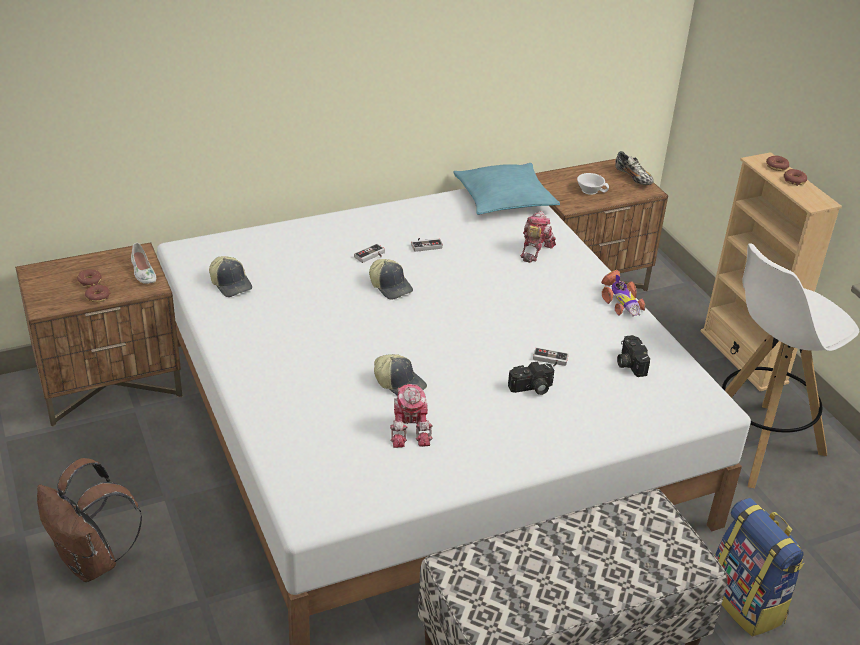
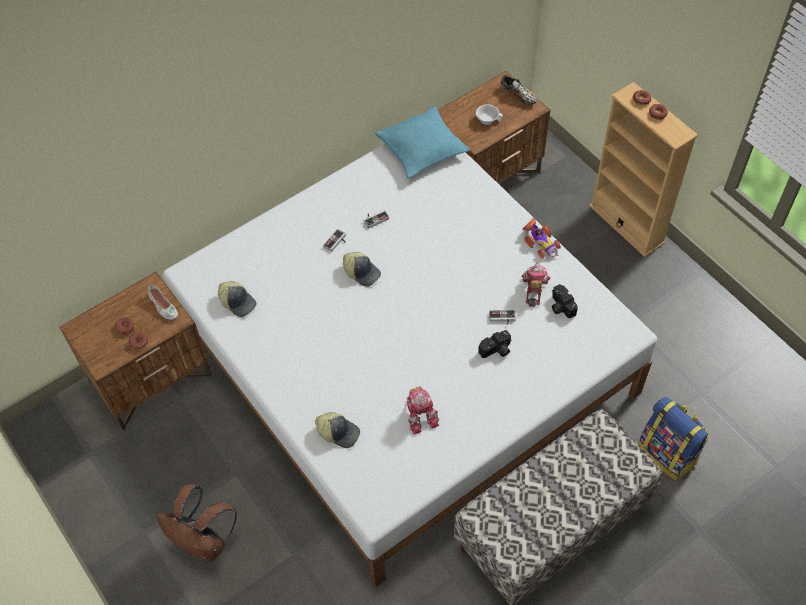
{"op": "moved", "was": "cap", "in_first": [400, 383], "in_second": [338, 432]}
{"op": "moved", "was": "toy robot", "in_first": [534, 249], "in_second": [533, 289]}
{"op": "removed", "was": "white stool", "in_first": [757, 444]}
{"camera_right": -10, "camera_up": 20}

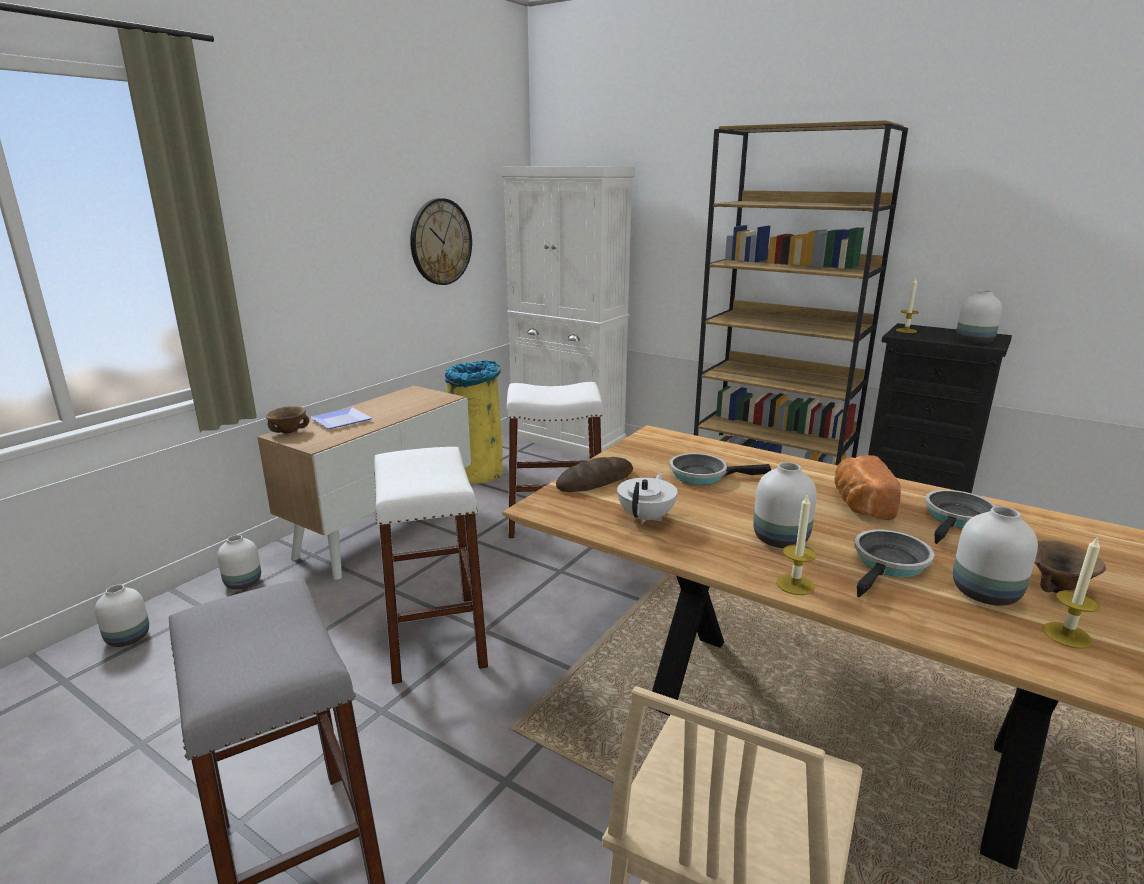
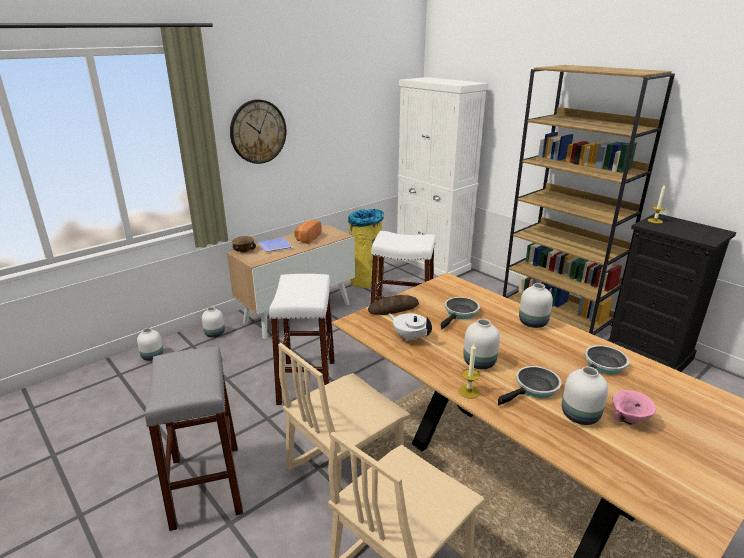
{"op": "moved", "was": "wall clock", "in_first": [440, 242], "in_second": [258, 132]}
{"op": "turned", "was": "white teapot", "in_first": [647, 517], "in_second": [409, 337], "clockwise": -90}
{"op": "turned", "was": "frying pan", "in_first": [703, 475], "in_second": [460, 313], "clockwise": 105}
{"op": "moved", "was": "bread", "in_first": [859, 504], "in_second": [307, 238]}
{"op": "moved", "was": "white vase", "in_first": [973, 341], "in_second": [532, 322]}
{"op": "recoloured", "was": "brown bowl", "now": "pink bowl", "in_first": [1057, 587], "in_second": [629, 420]}
{"op": "removed", "was": "candle", "in_first": [1067, 635]}
{"op": "added", "now": "beige chair", "in_second": [344, 470]}
{"camera_right": 15, "camera_up": 5}

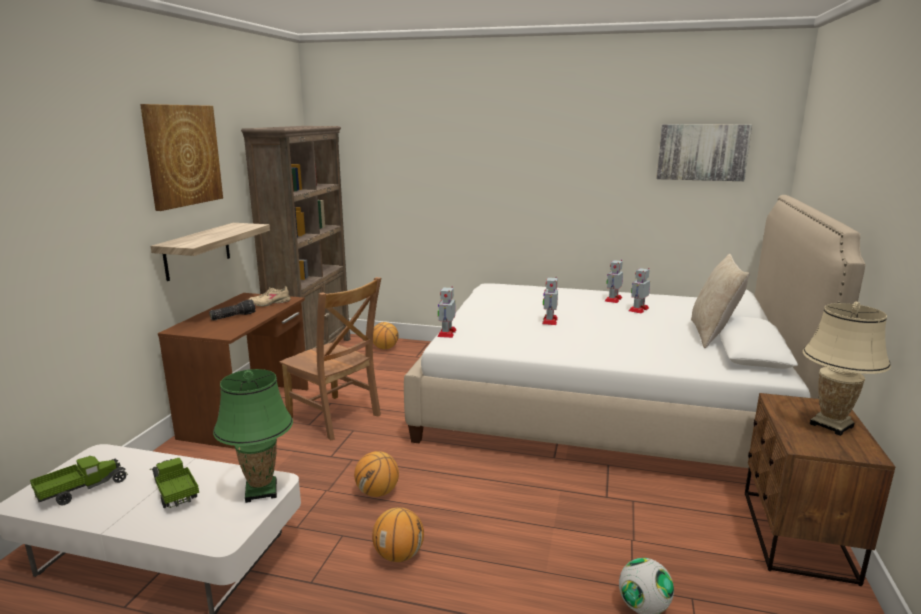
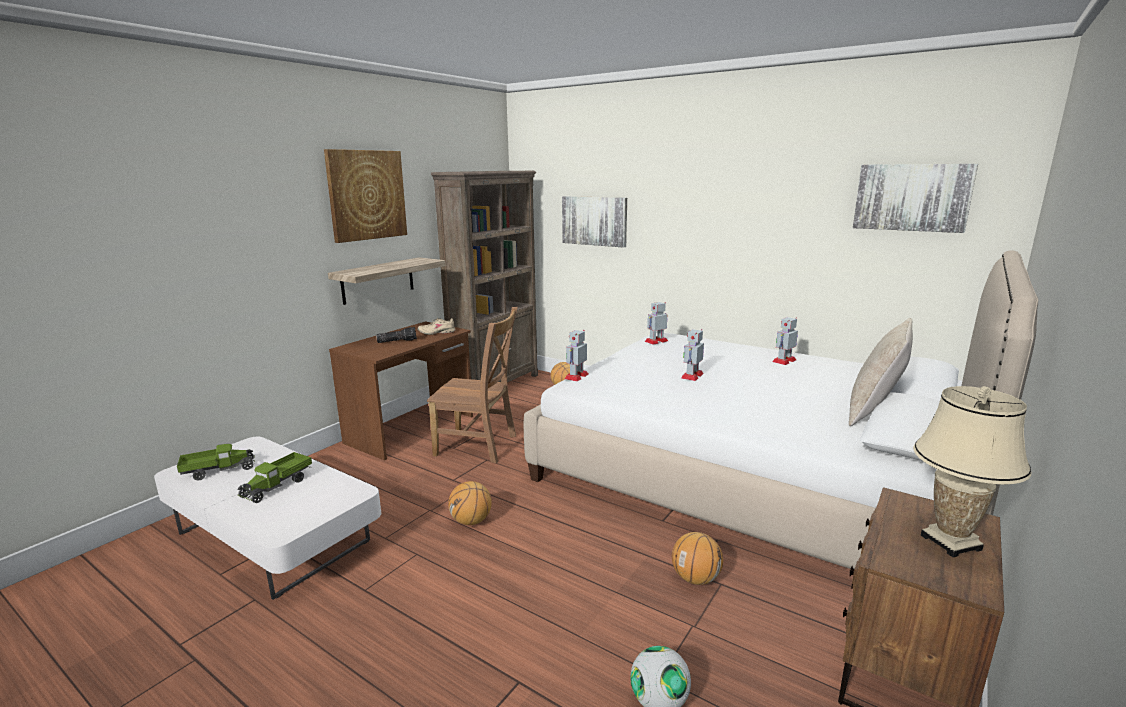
{"op": "turned", "was": "toy truck", "in_first": [175, 492], "in_second": [278, 486], "clockwise": -135}
{"op": "removed", "was": "green table lamp", "in_first": [261, 491]}
{"op": "turned", "was": "brown chair", "in_first": [336, 418], "in_second": [479, 446], "clockwise": -45}
{"op": "moved", "was": "basketball", "in_first": [399, 555], "in_second": [695, 578]}
{"op": "moved", "was": "toy robot", "in_first": [638, 309], "in_second": [656, 341]}
{"op": "added", "now": "picture", "in_second": [594, 221]}
{"camera_right": 20, "camera_up": 0}

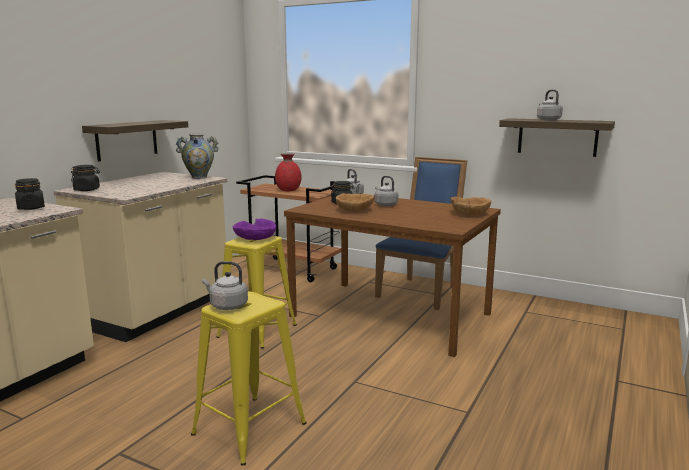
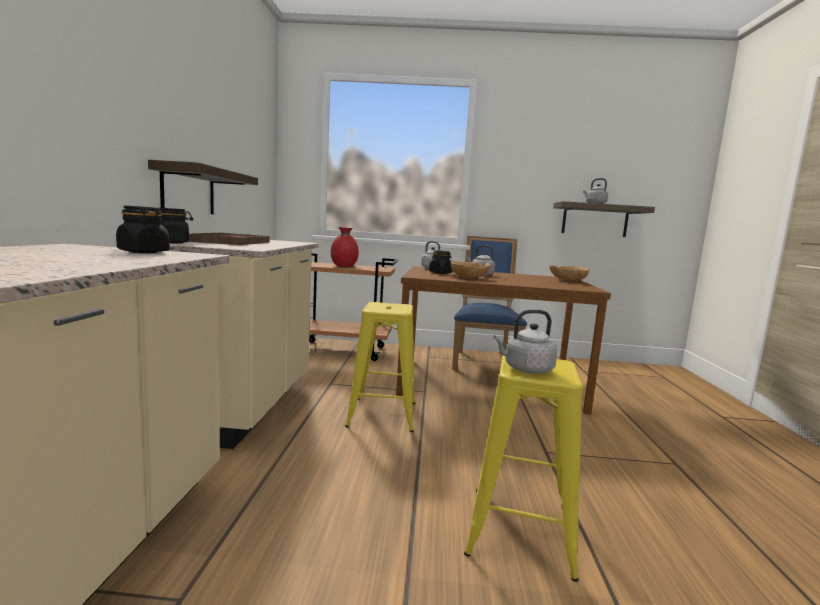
{"op": "removed", "was": "vase", "in_first": [199, 177]}
{"op": "removed", "was": "purple bowl", "in_first": [256, 238]}
{"op": "added", "now": "brown tray", "in_second": [229, 242]}
{"camera_right": -25, "camera_up": -5}

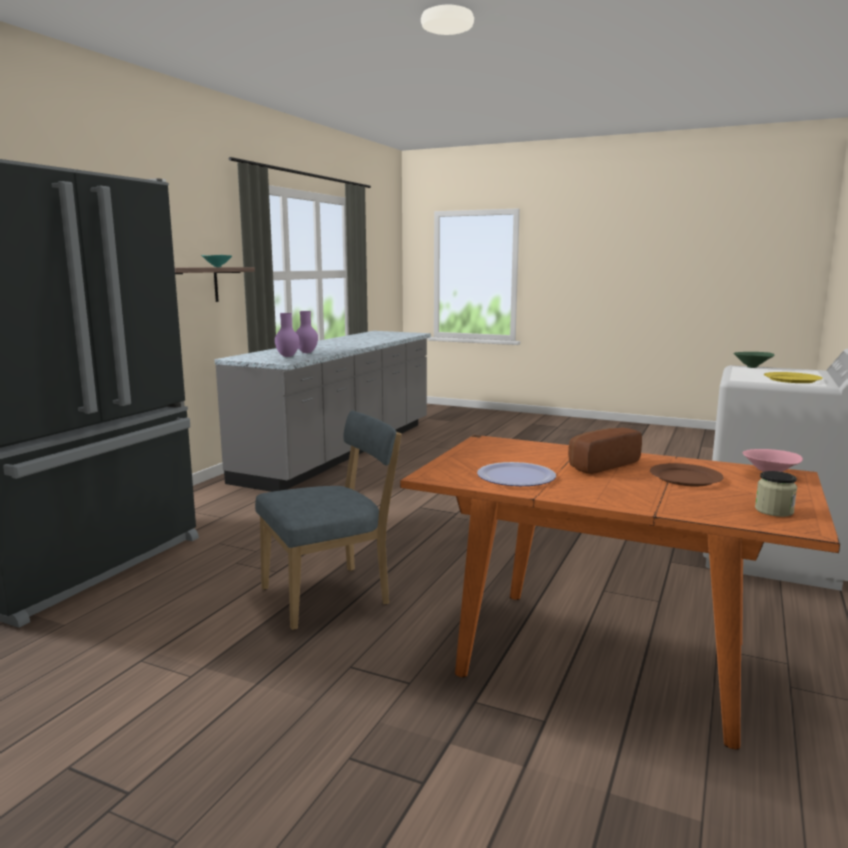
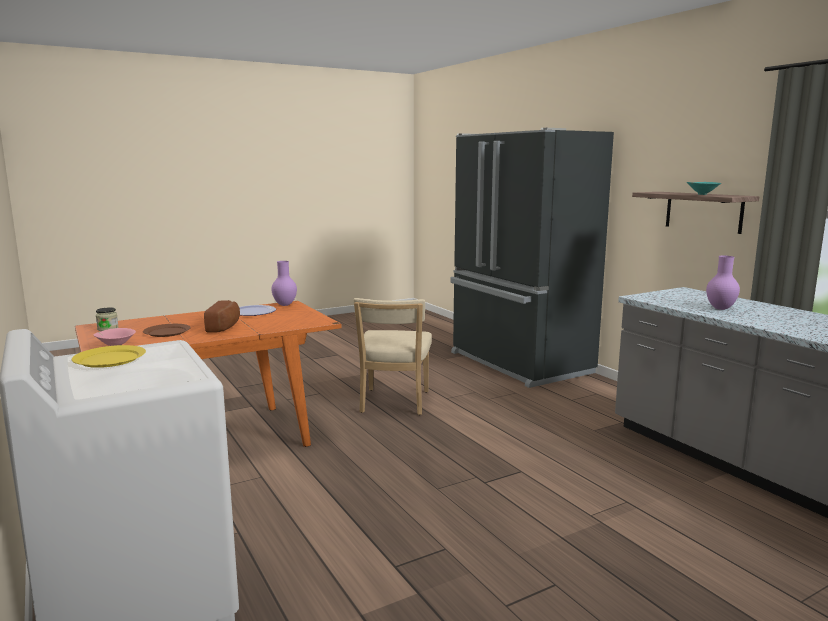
{"op": "recoloured", "was": "blue chair", "now": "beige chair", "in_first": [331, 595], "in_second": [393, 403]}
{"op": "moved", "was": "purple vase", "in_first": [288, 356], "in_second": [284, 305]}
{"op": "removed", "was": "green bowl", "in_first": [753, 367]}
{"camera_right": 125, "camera_up": 0}

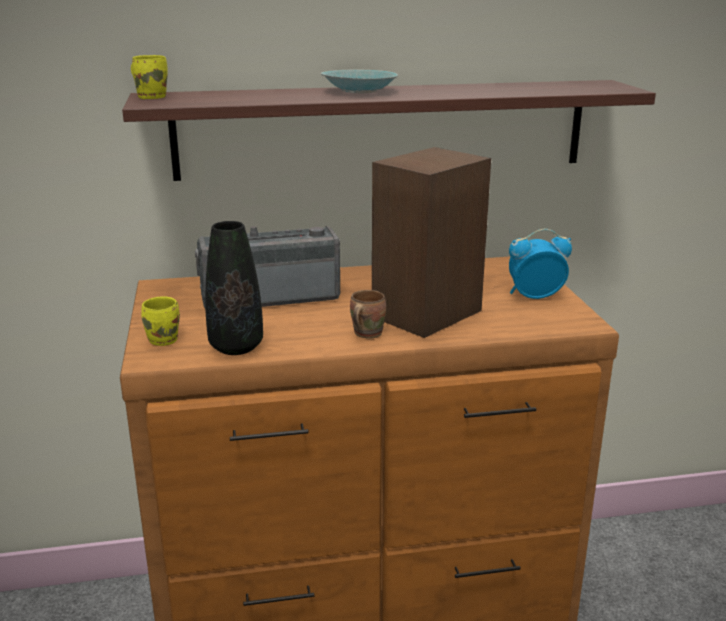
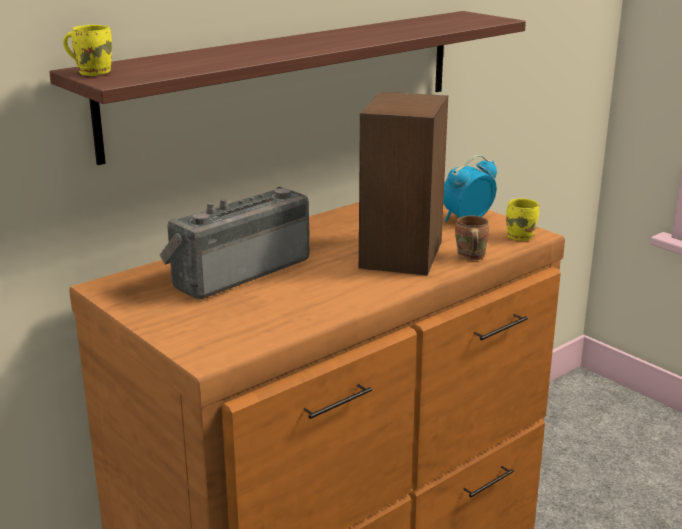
{"op": "moved", "was": "yellow mug", "in_first": [166, 340], "in_second": [521, 236]}
{"op": "removed", "was": "black vase", "in_first": [236, 347]}
{"op": "removed", "was": "turquoise bowl", "in_first": [358, 91]}
{"op": "moved", "was": "brown mug", "in_first": [365, 333], "in_second": [469, 257]}
{"camera_right": -30, "camera_up": 0}

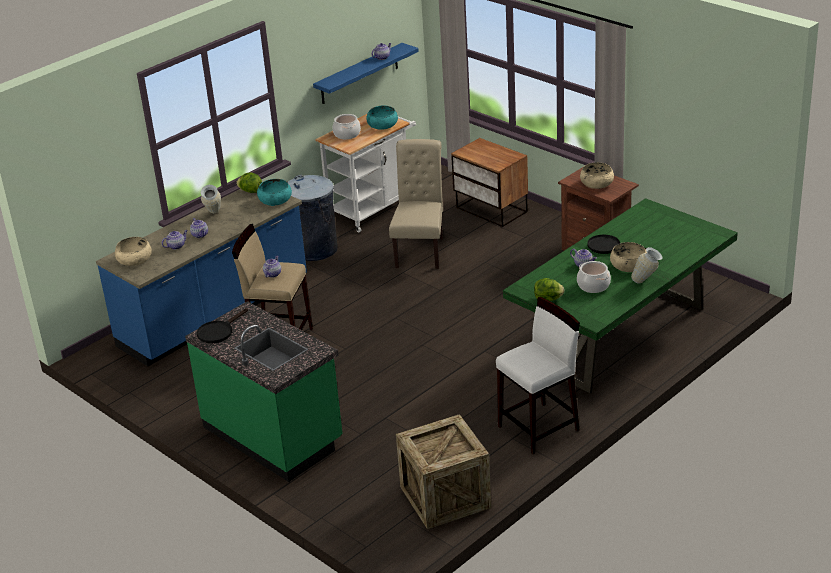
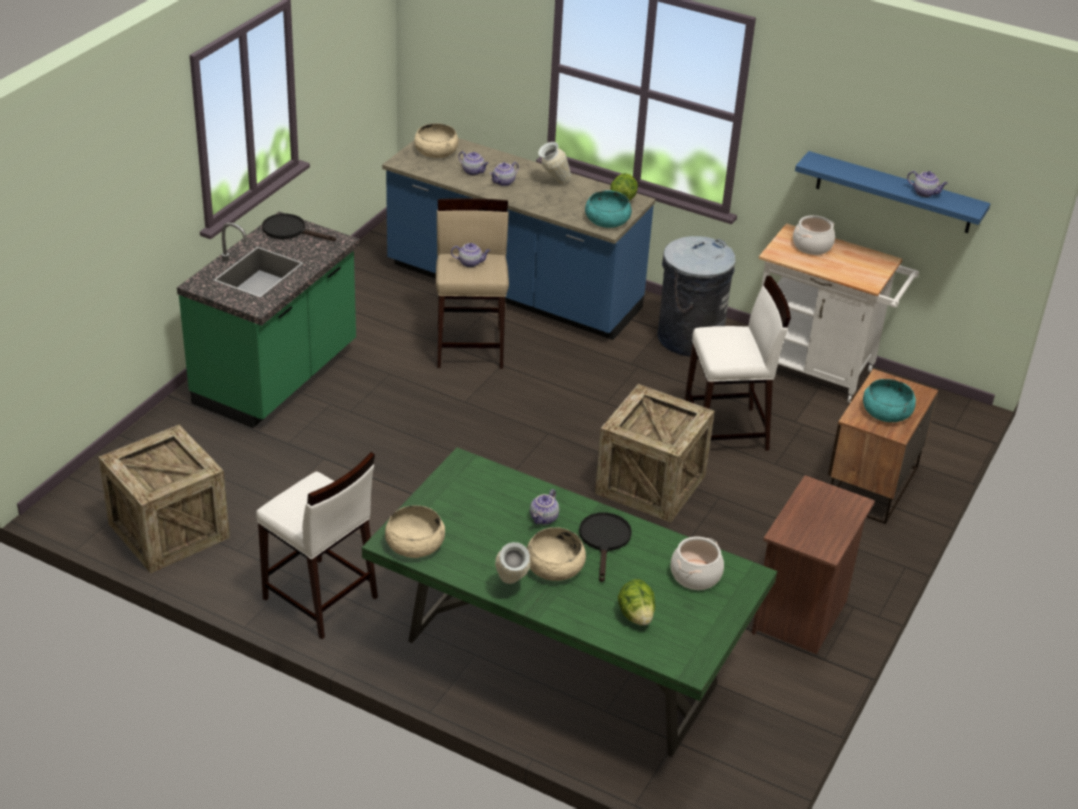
{"op": "moved", "was": "turquoise bowl", "in_first": [382, 125], "in_second": [886, 411]}
{"op": "replaced", "was": "beige chair", "now": "white stool", "in_first": [421, 250], "in_second": [726, 431]}
{"op": "moved", "was": "lettuce", "in_first": [548, 299], "in_second": [636, 615]}
{"op": "moved", "was": "cooking pot", "in_first": [593, 285], "in_second": [695, 575]}
{"op": "moved", "was": "beige bowl", "in_first": [596, 183], "in_second": [415, 543]}
{"op": "added", "now": "crate", "in_second": [650, 484]}
{"camera_right": 70, "camera_up": 5}

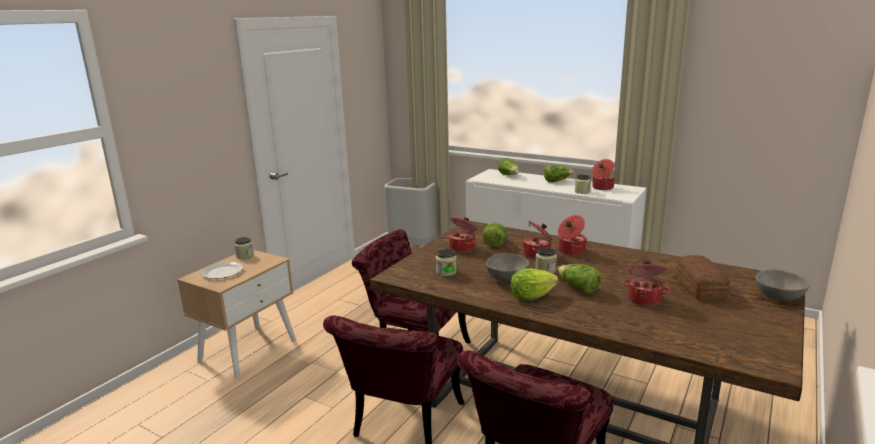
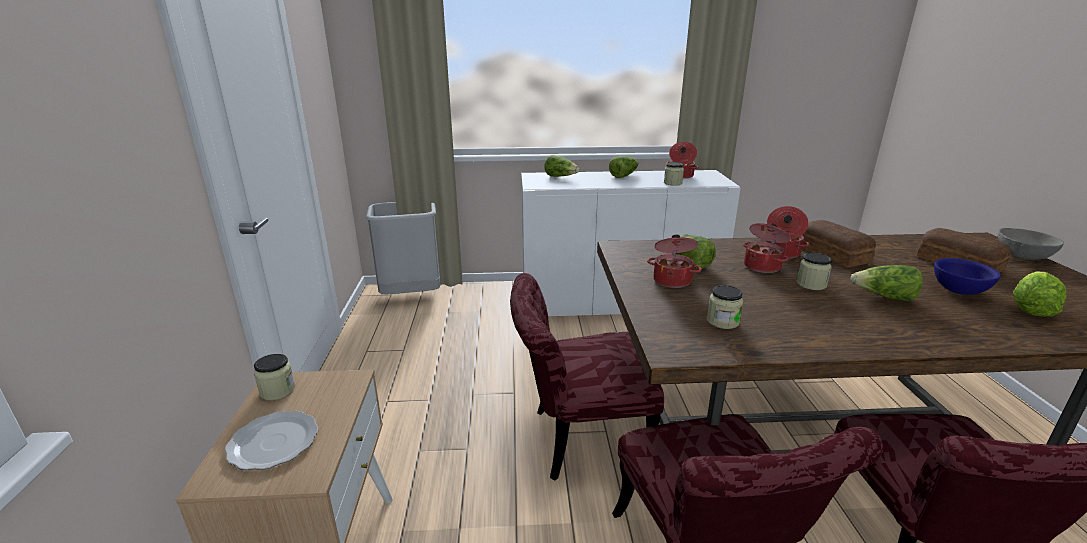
{"op": "removed", "was": "grey bowl", "in_first": [506, 279]}
{"op": "moved", "was": "lettuce", "in_first": [531, 296], "in_second": [1030, 309]}
{"op": "replaced", "was": "cooking pot", "now": "blue bowl", "in_first": [644, 299], "in_second": [957, 291]}
{"op": "added", "now": "bread", "in_second": [832, 253]}
{"camera_right": -35, "camera_up": 5}

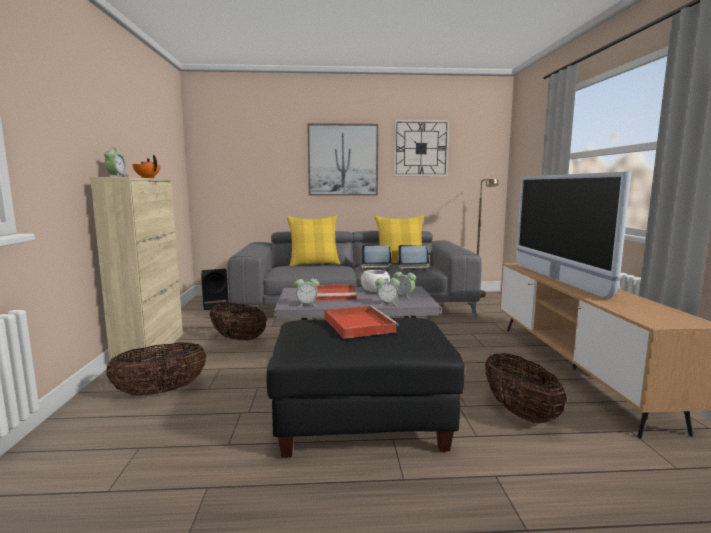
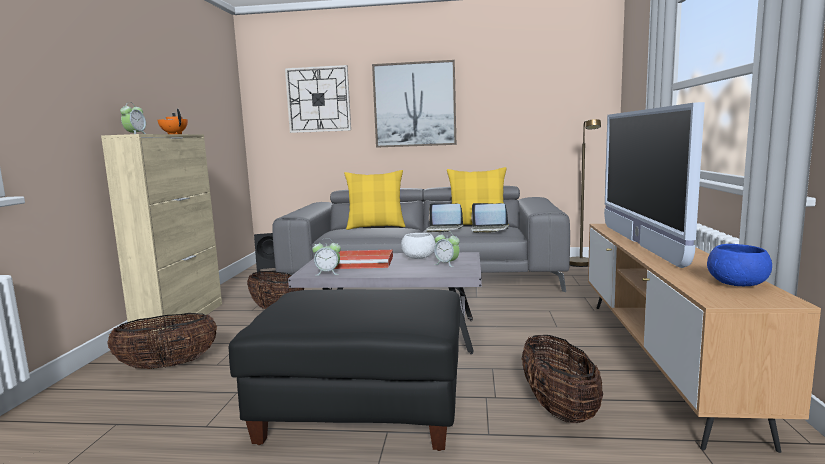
{"op": "removed", "was": "red tray", "in_first": [357, 324]}
{"op": "removed", "was": "alarm clock", "in_first": [387, 304]}
{"op": "moved", "was": "wall clock", "in_first": [421, 148], "in_second": [318, 99]}
{"op": "added", "now": "blue bowl", "in_second": [737, 284]}
{"camera_right": 10, "camera_up": 0}

